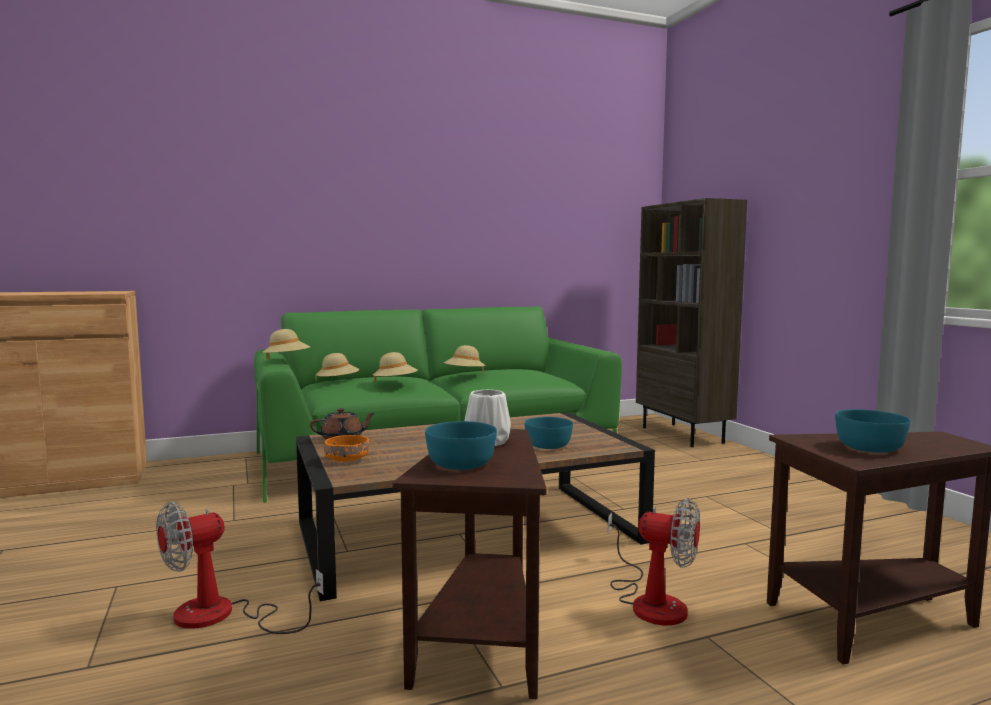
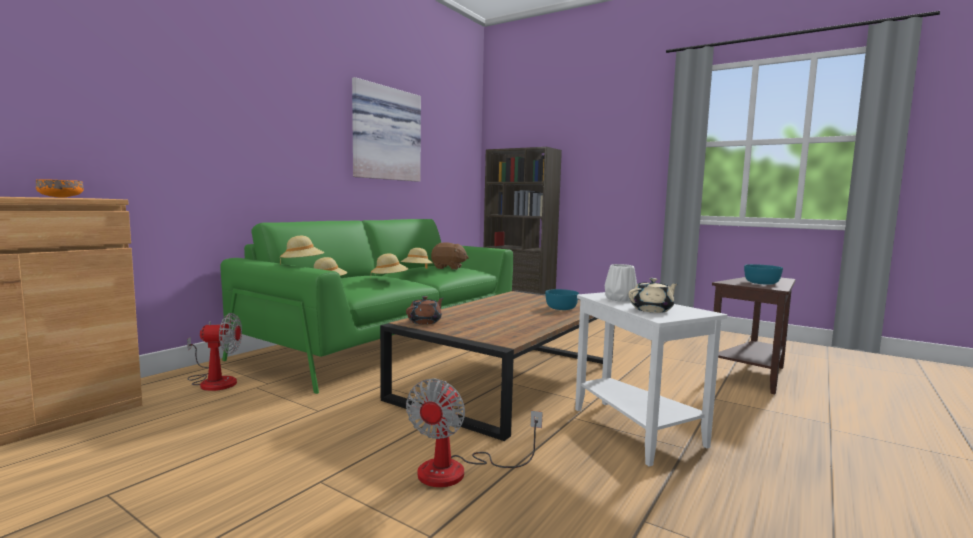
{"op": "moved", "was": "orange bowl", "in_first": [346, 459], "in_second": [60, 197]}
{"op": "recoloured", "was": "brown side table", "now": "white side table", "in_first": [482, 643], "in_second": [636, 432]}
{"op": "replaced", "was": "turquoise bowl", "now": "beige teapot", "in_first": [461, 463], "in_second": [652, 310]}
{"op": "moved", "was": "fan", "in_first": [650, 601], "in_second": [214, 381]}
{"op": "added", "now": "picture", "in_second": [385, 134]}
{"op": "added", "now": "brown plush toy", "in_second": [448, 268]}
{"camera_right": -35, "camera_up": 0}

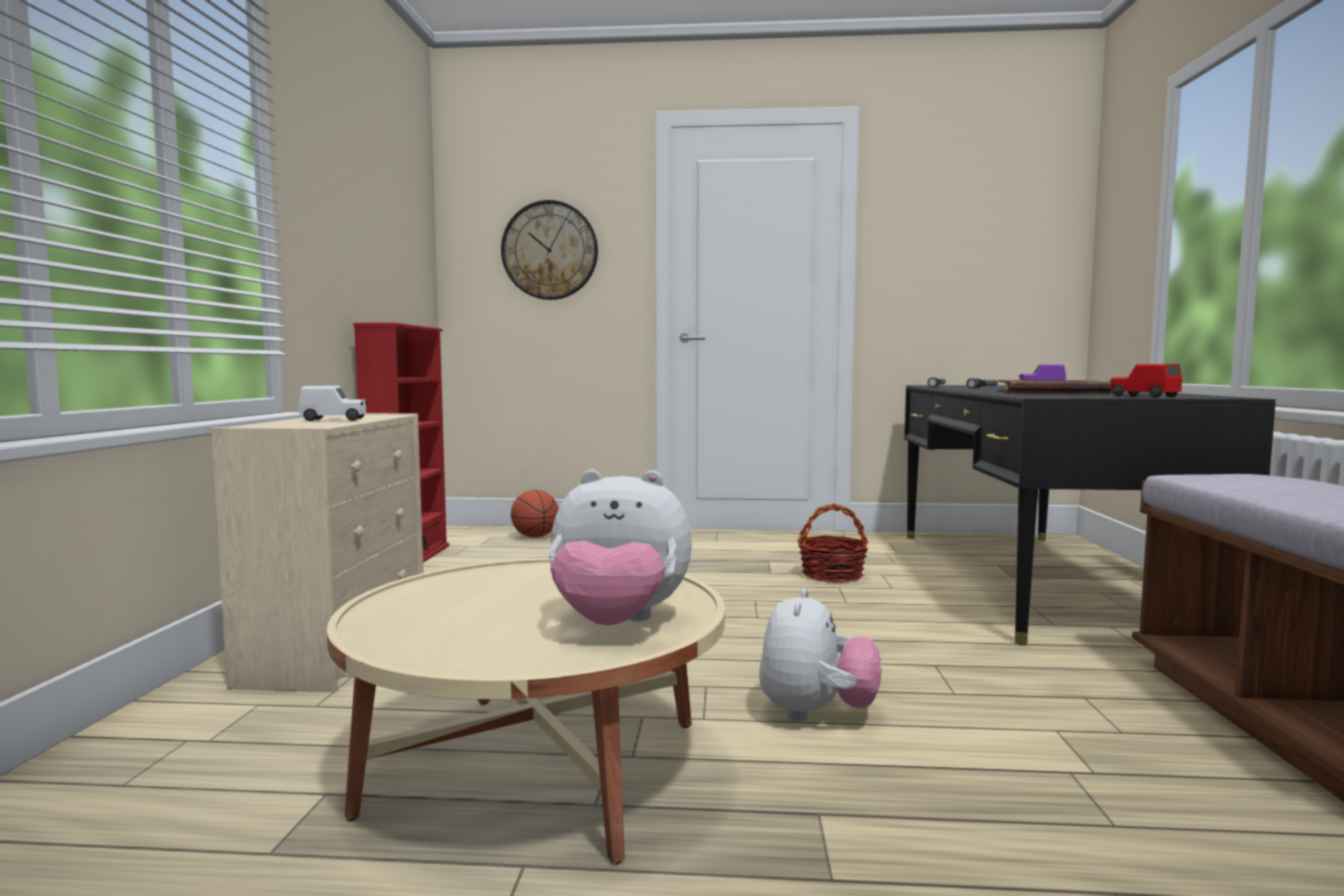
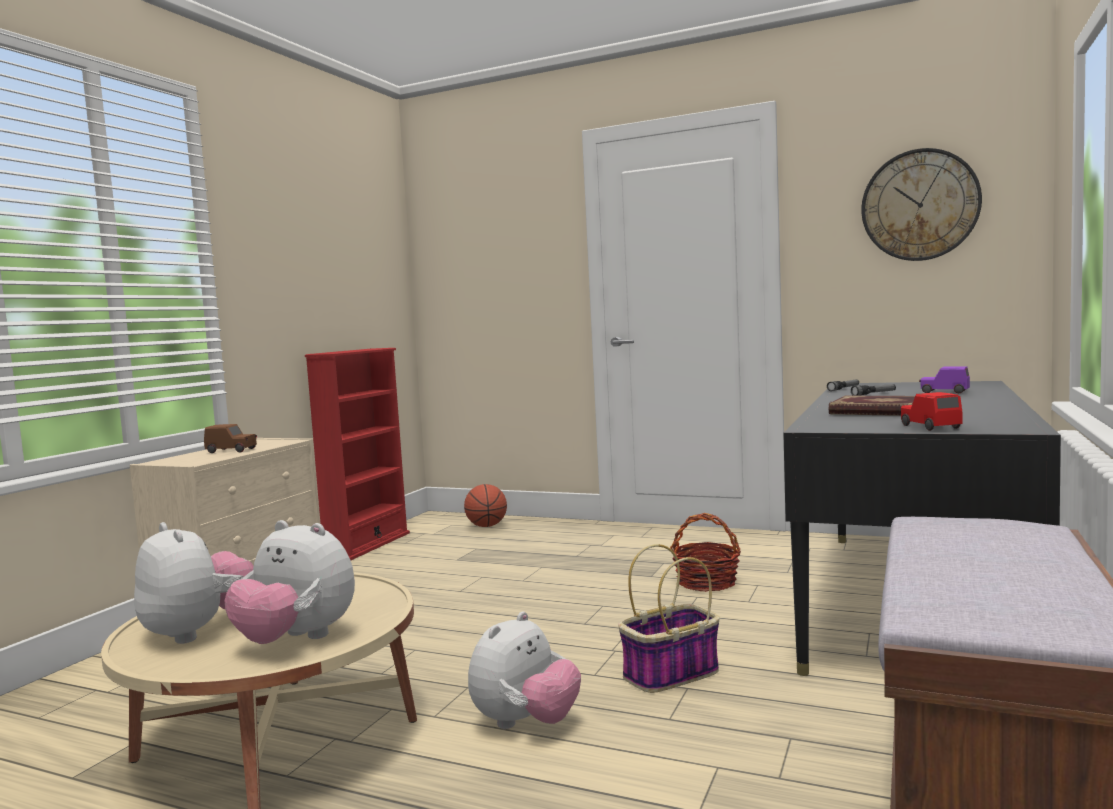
{"op": "recoloured", "was": "white toy car", "now": "brown toy car", "in_first": [334, 420], "in_second": [232, 451]}
{"op": "moved", "was": "wall clock", "in_first": [550, 250], "in_second": [920, 205]}
{"op": "added", "now": "plush toy", "in_second": [198, 632]}
{"op": "added", "now": "basket", "in_second": [670, 675]}
{"camera_right": 20, "camera_up": 0}

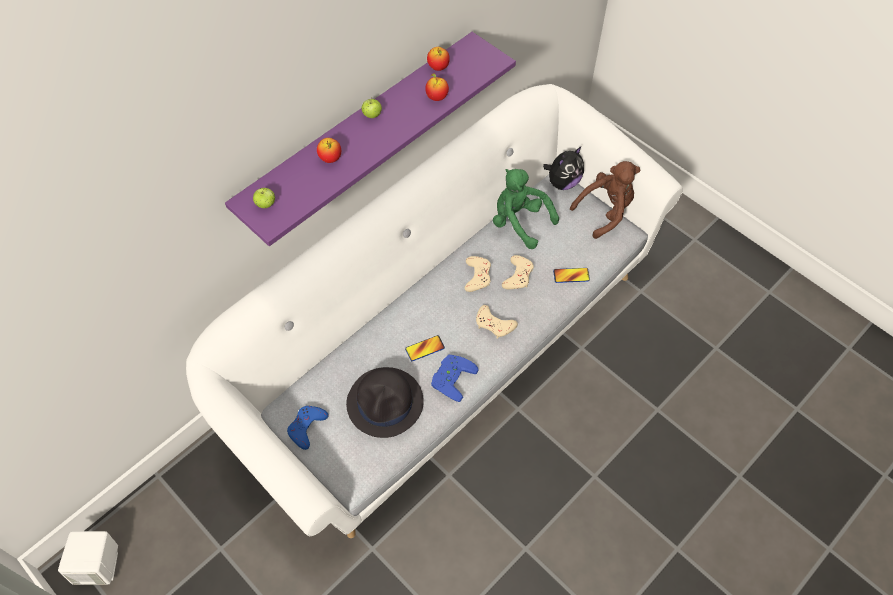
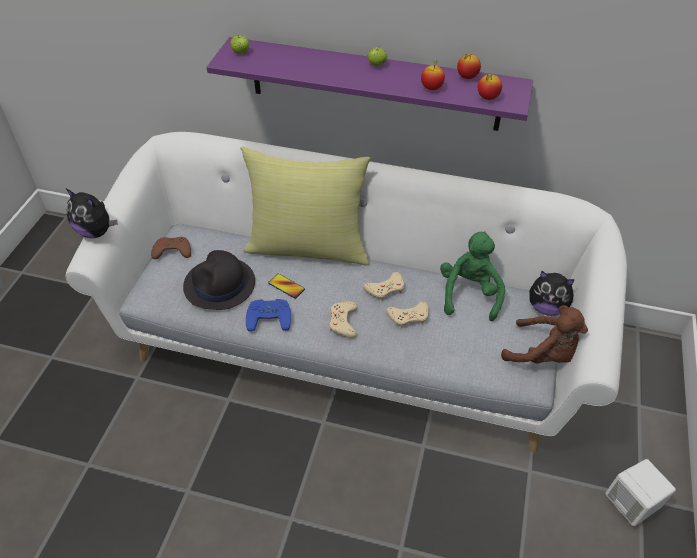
{"op": "moved", "was": "white speaker", "in_first": [100, 565], "in_second": [631, 504]}
{"op": "recoloured", "was": "blue game controller", "now": "brown game controller", "in_first": [307, 427], "in_second": [172, 251]}
{"op": "moved", "was": "apple", "in_first": [330, 159], "in_second": [487, 98]}
{"op": "removed", "was": "phone", "in_first": [571, 276]}
{"op": "added", "now": "plush toy", "in_second": [96, 231]}
{"op": "added", "now": "yellow pillow", "in_second": [308, 246]}
{"camera_right": 60, "camera_up": -10}

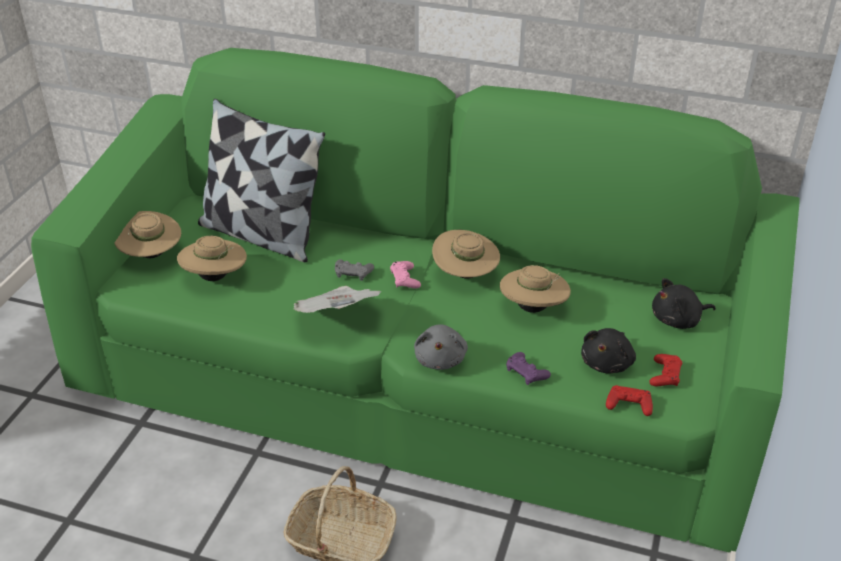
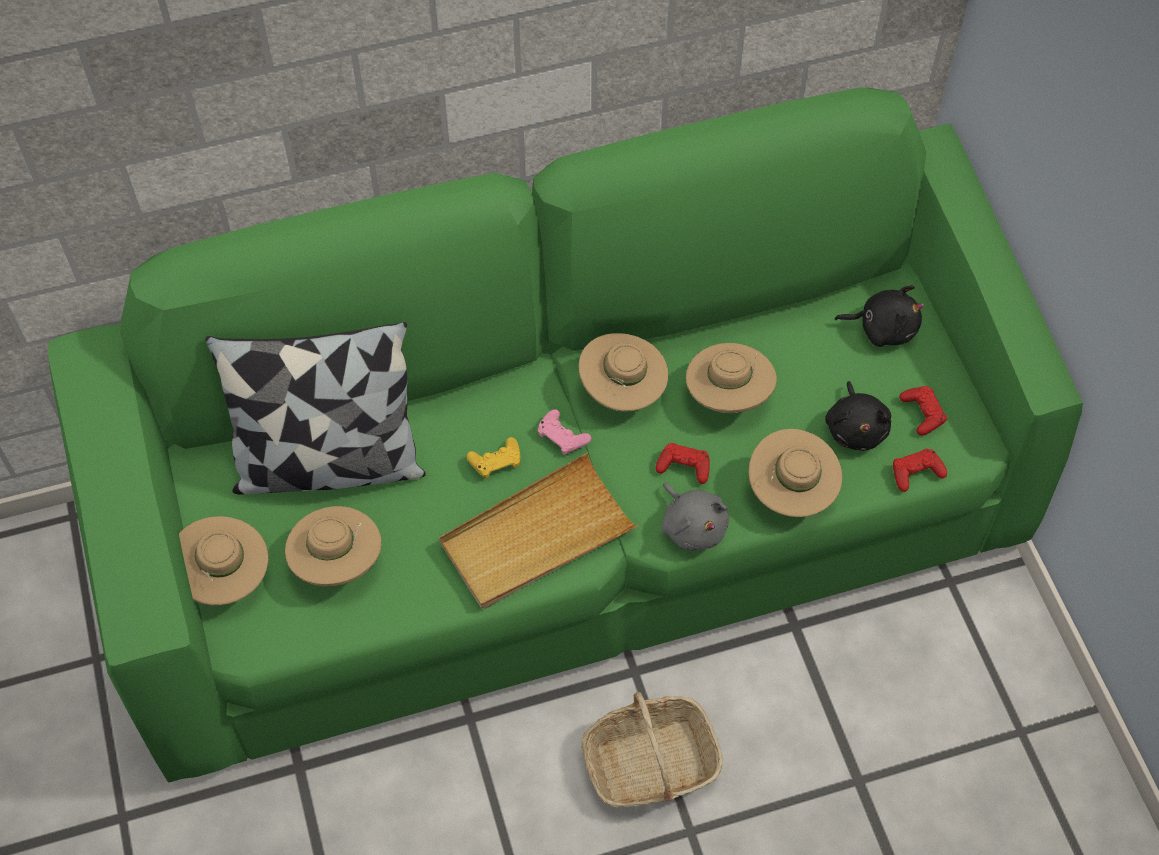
{"op": "replaced", "was": "newspaper", "now": "beige tray", "in_first": [337, 317], "in_second": [536, 537]}
{"op": "recoloured", "was": "grey game controller", "now": "yellow game controller", "in_first": [353, 273], "in_second": [496, 461]}
{"op": "replaced", "was": "purple game controller", "now": "beige hat", "in_first": [526, 372], "in_second": [791, 491]}
{"op": "turned", "was": "black plush toy", "in_first": [678, 320], "in_second": [883, 328], "clockwise": -120}
{"op": "added", "now": "red game controller", "in_second": [684, 466]}
{"camera_right": -35, "camera_up": 20}

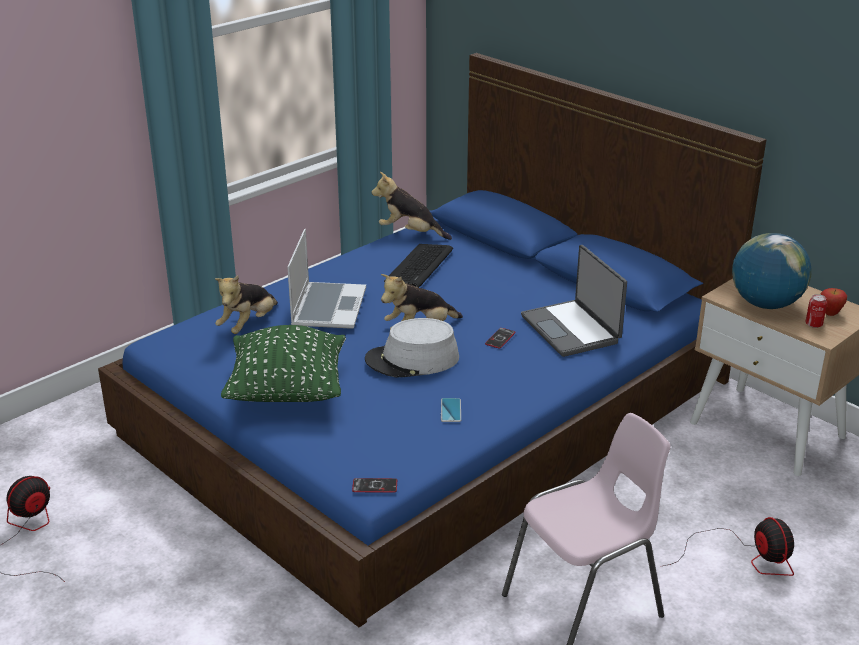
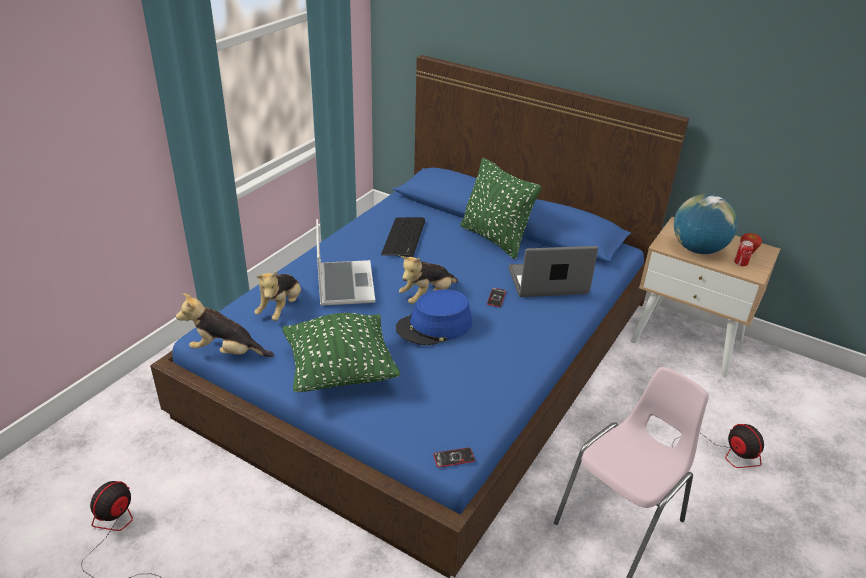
{"op": "recoloured", "was": "grey hat", "now": "blue hat", "in_first": [412, 360], "in_second": [434, 326]}
{"op": "moved", "was": "plush toy", "in_first": [410, 233], "in_second": [227, 352]}
{"op": "removed", "was": "phone", "in_first": [450, 410]}
{"op": "turned", "was": "laptop", "in_first": [572, 329], "in_second": [548, 282], "clockwise": 120}
{"op": "added", "now": "green pillow", "in_second": [494, 239]}
{"camera_right": -15, "camera_up": 5}

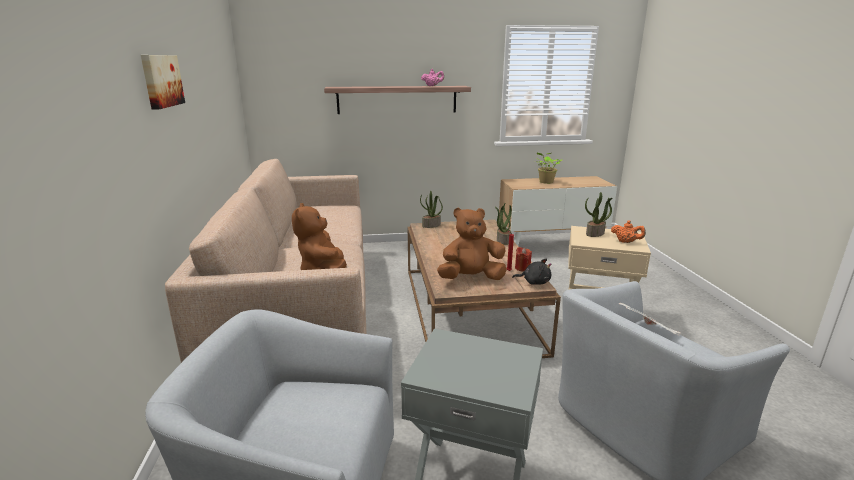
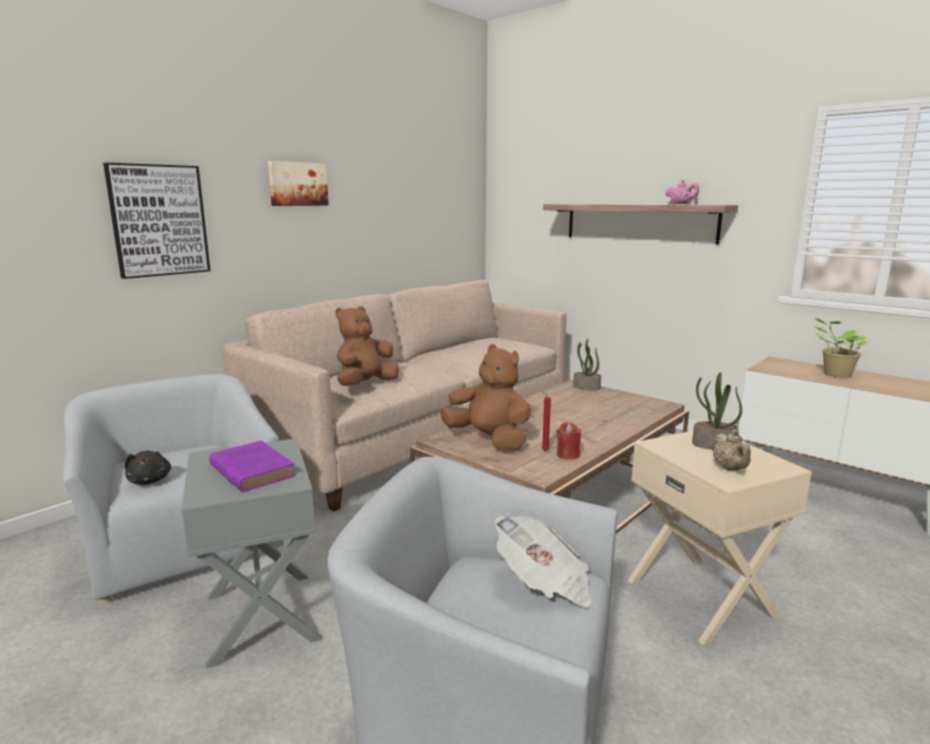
{"op": "removed", "was": "potted plant", "in_first": [503, 240]}
{"op": "moved", "was": "black plush toy", "in_first": [534, 282], "in_second": [150, 480]}
{"op": "recoloured", "was": "orange teapot", "now": "beige teapot", "in_first": [626, 242], "in_second": [730, 469]}
{"op": "added", "now": "picture", "in_second": [159, 220]}
{"op": "added", "now": "purple book", "in_second": [251, 470]}
{"camera_right": 50, "camera_up": -5}

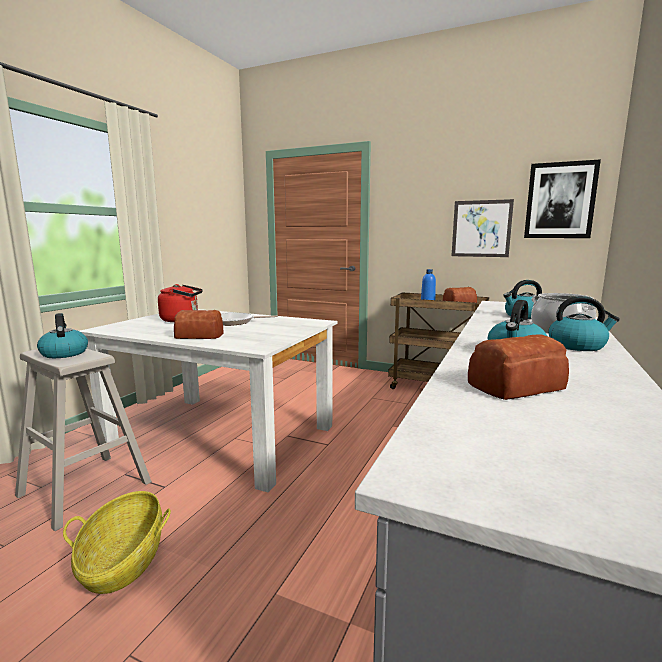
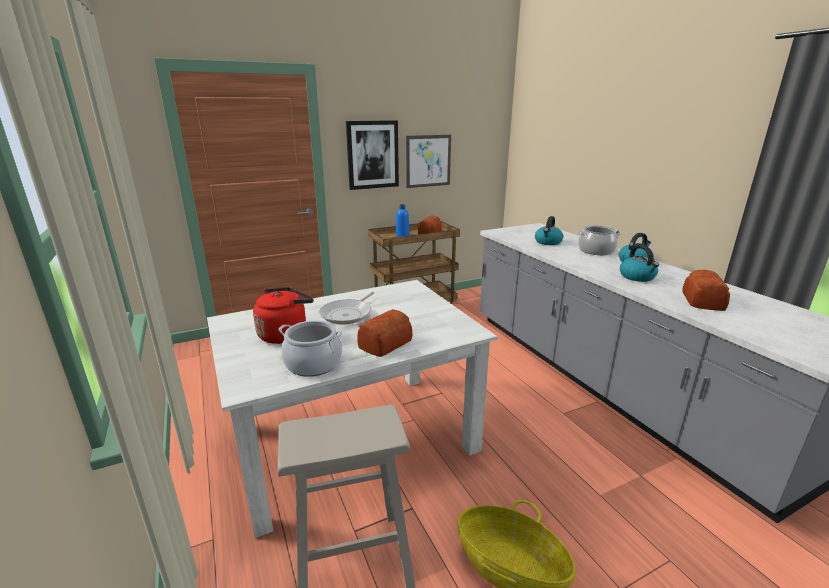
{"op": "removed", "was": "kettle", "in_first": [64, 353]}
{"op": "moved", "was": "picture", "in_first": [560, 200], "in_second": [372, 155]}
{"op": "added", "now": "cooking pot", "in_second": [313, 364]}
{"camera_right": -50, "camera_up": 10}

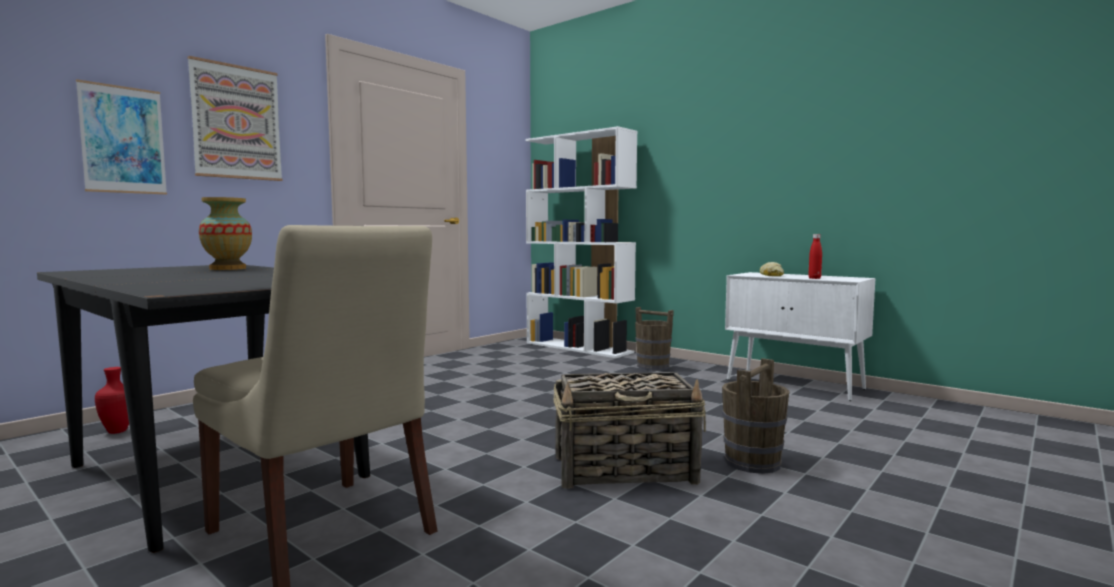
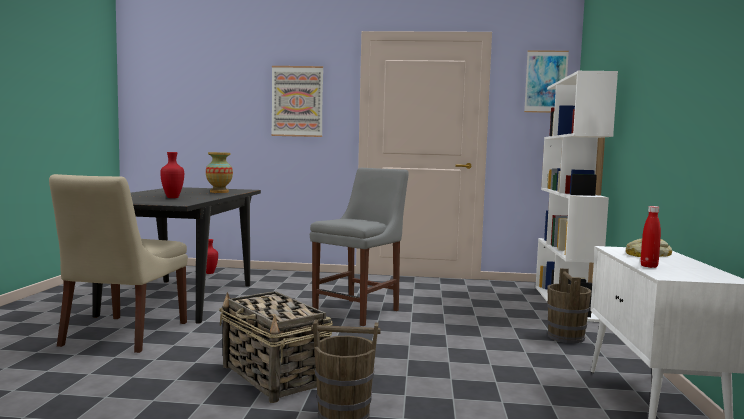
{"op": "moved", "was": "picture", "in_first": [123, 140], "in_second": [546, 81]}
{"op": "added", "now": "red vase", "in_second": [173, 197]}
{"op": "added", "now": "grey chair", "in_second": [359, 311]}
{"camera_right": 55, "camera_up": 0}

